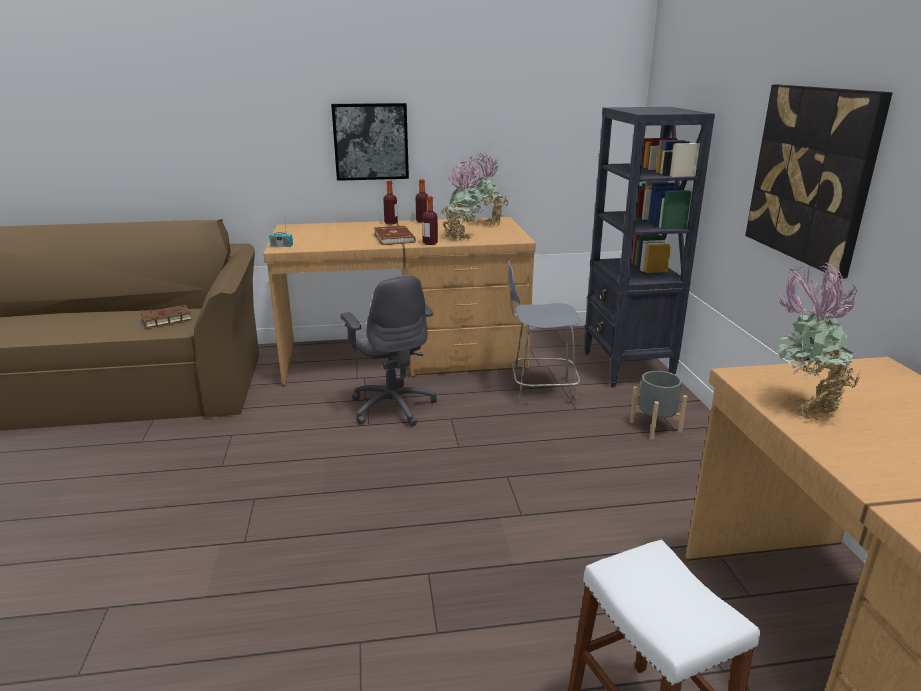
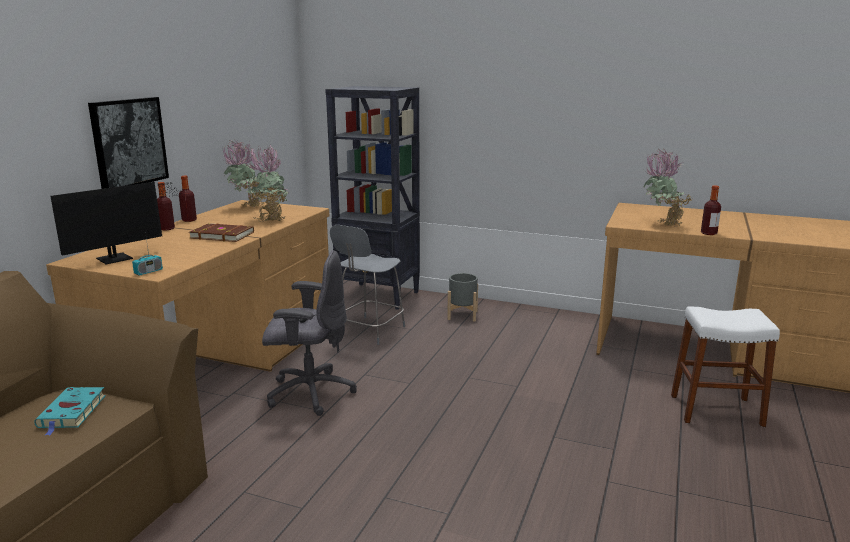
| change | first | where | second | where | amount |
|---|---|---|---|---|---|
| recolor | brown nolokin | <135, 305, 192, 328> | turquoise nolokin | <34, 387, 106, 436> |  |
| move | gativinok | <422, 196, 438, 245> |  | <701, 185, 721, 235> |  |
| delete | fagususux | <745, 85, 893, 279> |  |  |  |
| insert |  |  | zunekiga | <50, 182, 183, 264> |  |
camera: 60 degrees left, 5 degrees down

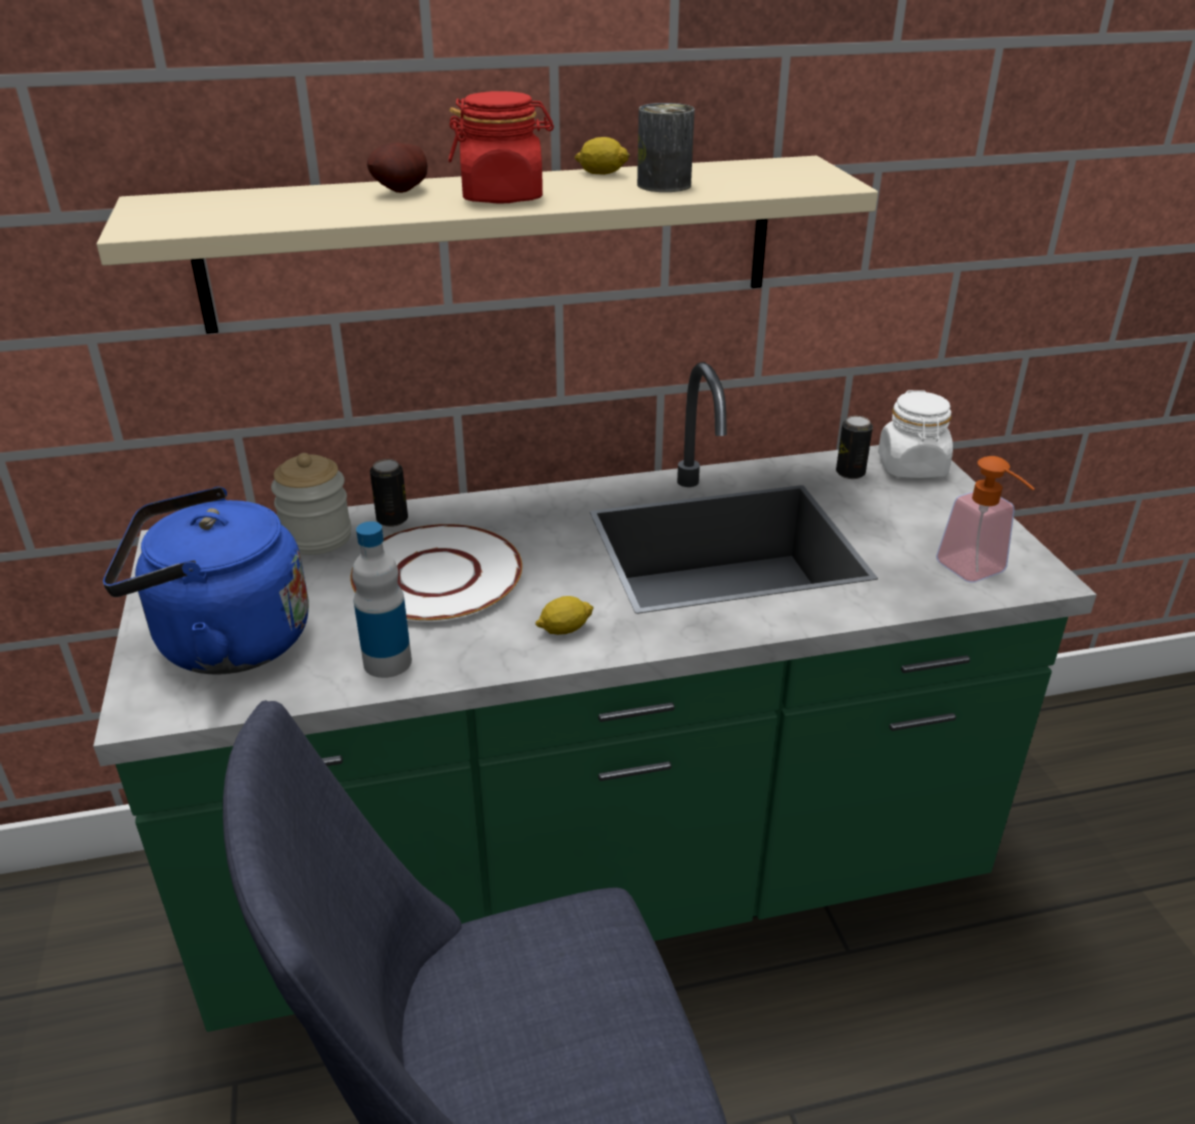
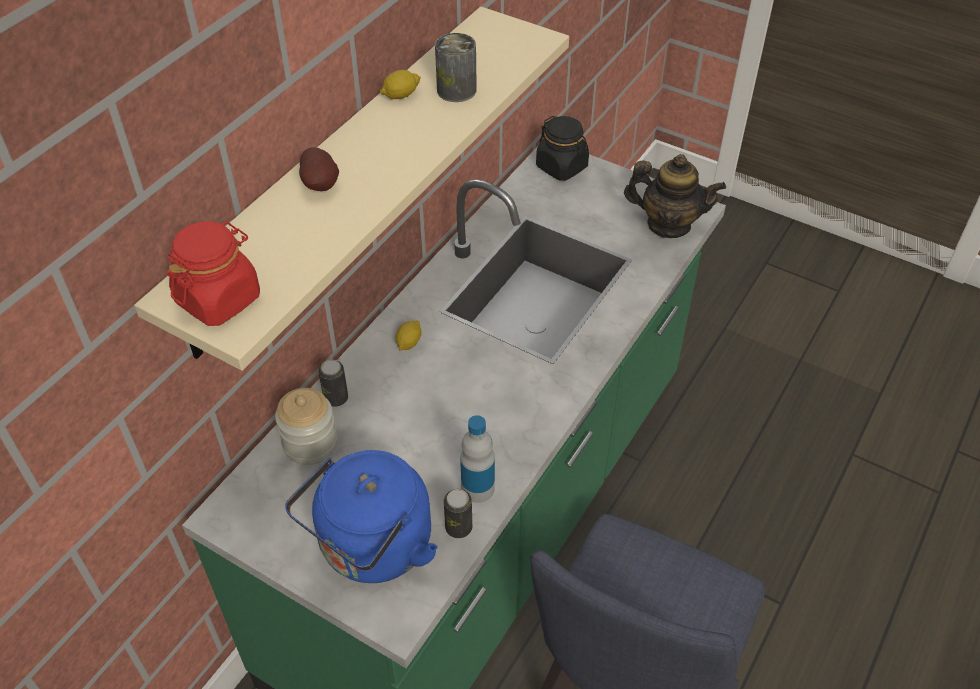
| change | first | where | second | where | amount |
|---|---|---|---|---|---|
| delete | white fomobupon | <351, 524, 522, 622> |  |  |  |
| move | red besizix | <449, 91, 554, 204> |  | <167, 221, 260, 326> |  |
| move | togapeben | <535, 596, 594, 635> |  | <395, 320, 421, 350> |  |
| move | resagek | <836, 416, 873, 479> |  | <444, 489, 472, 538> |  |
| recolor | white besizix | <878, 390, 953, 479> | black besizix | <536, 116, 589, 181> |  |
| replace | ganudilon | <936, 456, 1035, 583> | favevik | <624, 154, 726, 238> |  |
camera: 45 degrees left, 15 degrees up

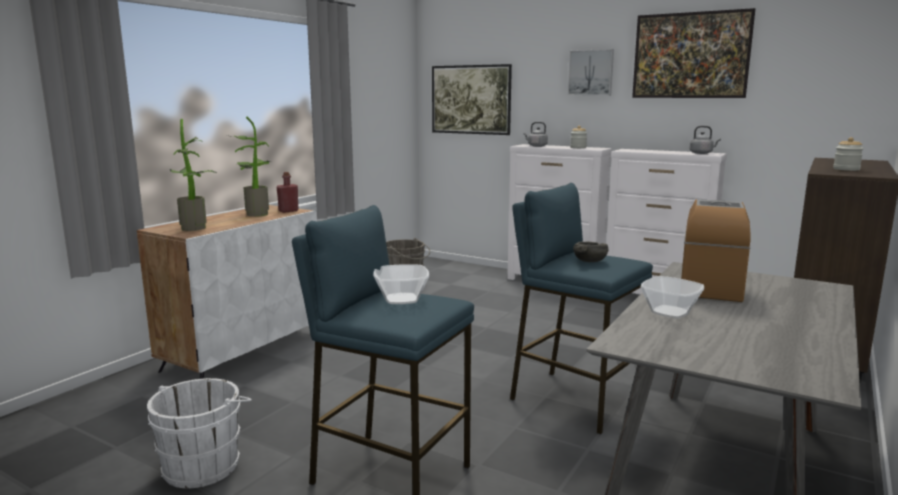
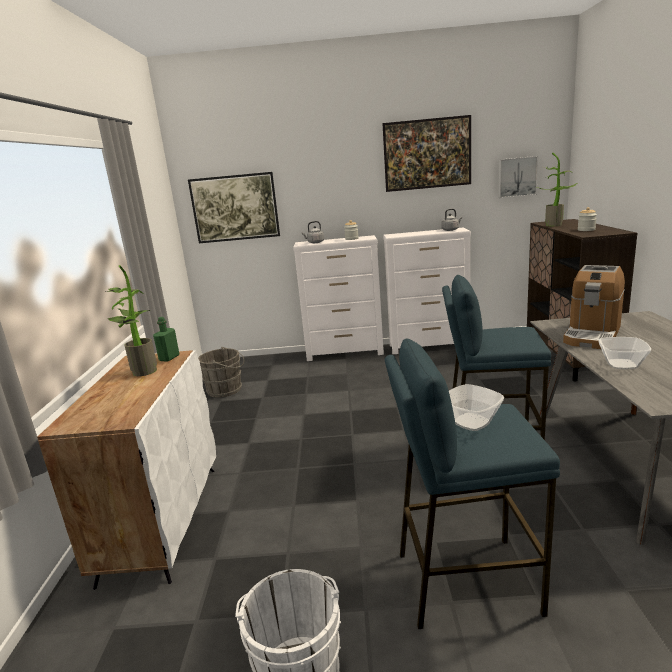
| change | first | where | second | where | amount |
|---|---|---|---|---|---|
| move | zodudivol | <170, 119, 217, 231> |  | <537, 153, 577, 226> |  |
| recolor | red gativinok | <277, 172, 299, 213> | green gativinok | <153, 317, 179, 362> |  |
| move | fagususux | <568, 49, 614, 95> |  | <498, 156, 538, 198> |  |
| delete | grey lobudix | <573, 242, 609, 262> |  |  |  |
| rotate | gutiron | <681, 199, 751, 302> |  | <563, 265, 625, 349> | 135 degrees counterclockwise |
camera: 30 degrees left, 5 degrees up

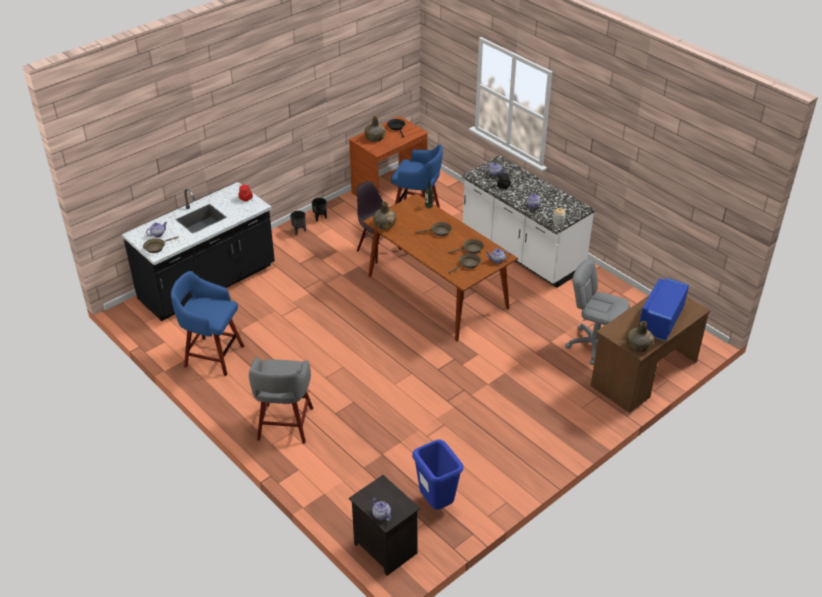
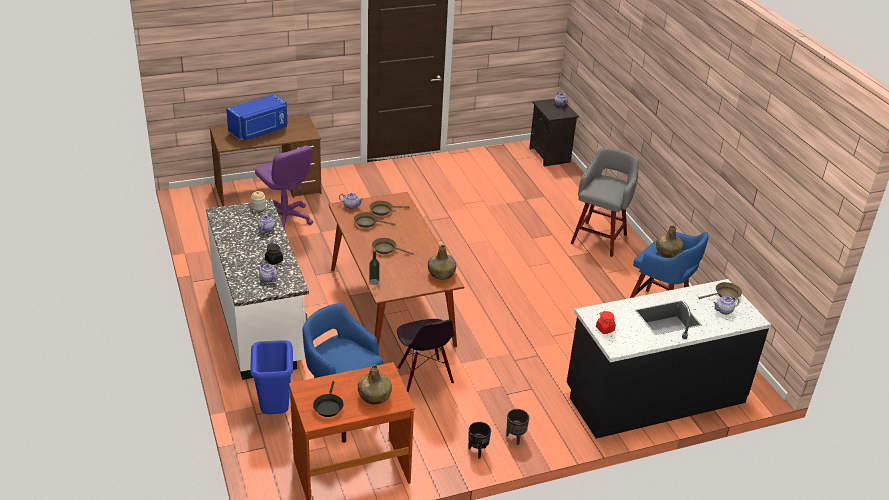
| change | first | where | second | where | amount |
|---|---|---|---|---|---|
| move | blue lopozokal | <412, 439, 464, 510> |  | <250, 340, 293, 414> |  |
| recolor | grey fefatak | <565, 260, 630, 365> | purple fefatak | <255, 145, 313, 232> |  |
| move | green gativinok | <627, 321, 654, 352> |  | <656, 225, 684, 258> |  |
camera: 160 degrees left, 5 degrees down

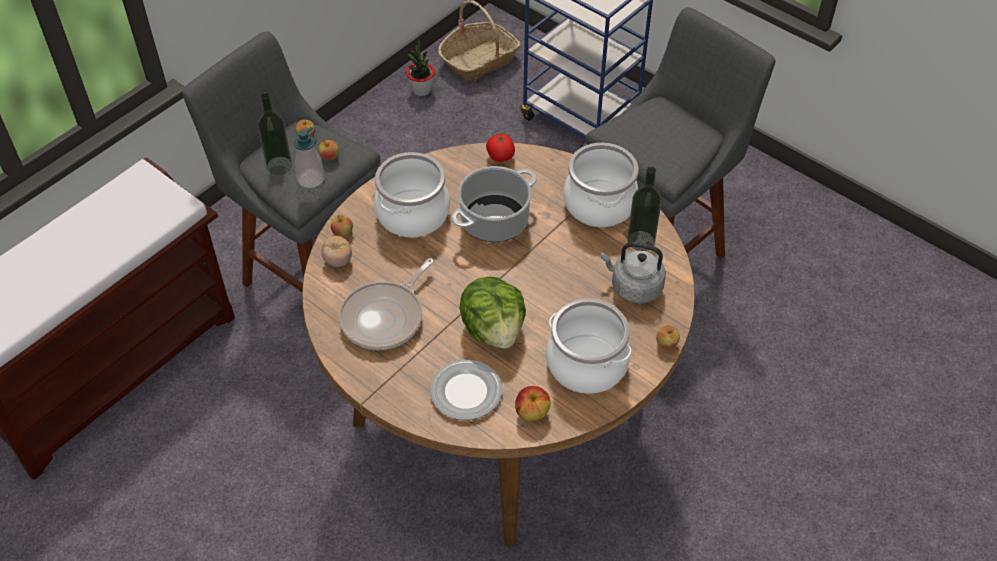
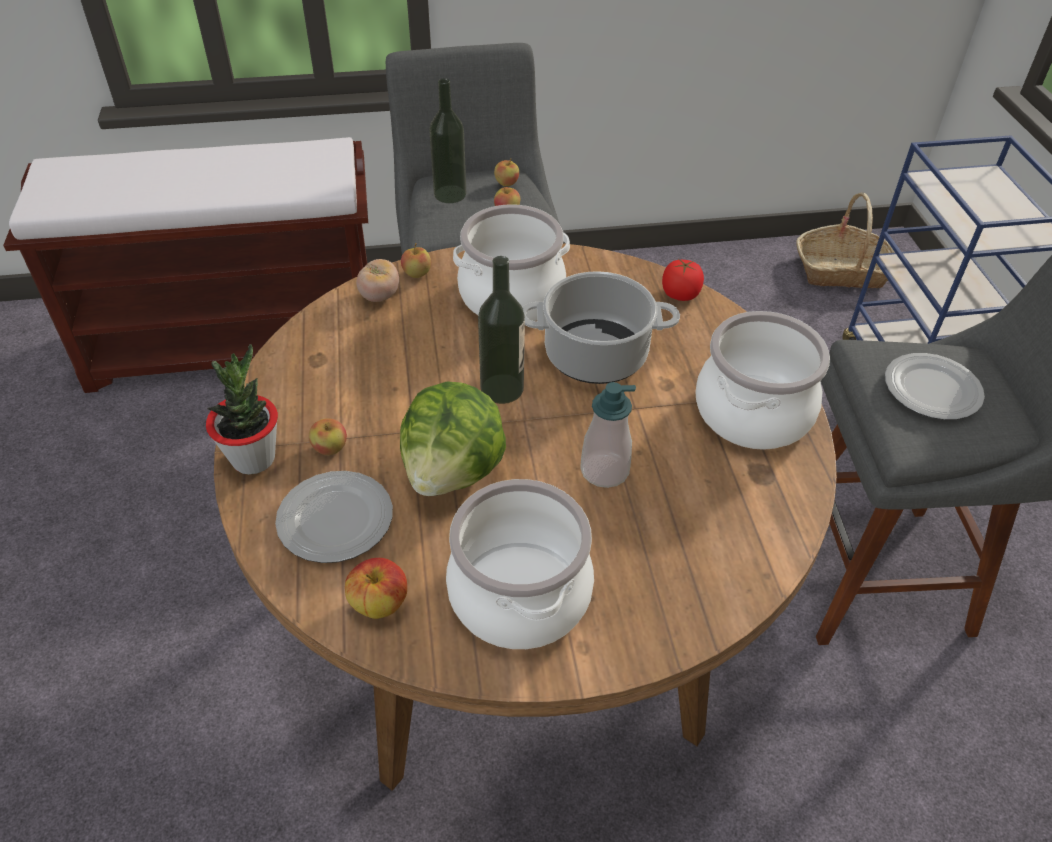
| change | first | where | second | where | amount |
|---|---|---|---|---|---|
| move | ganudilon | <294, 127, 324, 188> |  | <580, 382, 636, 488> |  |
| delete | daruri | <339, 258, 434, 350> |  |  |  |
| move | zodudivol | <406, 38, 435, 96> |  | <206, 344, 278, 474> |  |
| delete | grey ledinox | <601, 242, 666, 304> |  |  |  |
| move | gativinok | <627, 167, 662, 251> |  | <478, 256, 525, 404> |  |
| move | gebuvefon | <656, 325, 680, 349> |  | <309, 418, 347, 455> |  |
| insert |  |  | fomobupon | <885, 353, 985, 420> |  |
camera: 40 degrees right, 5 degrees down

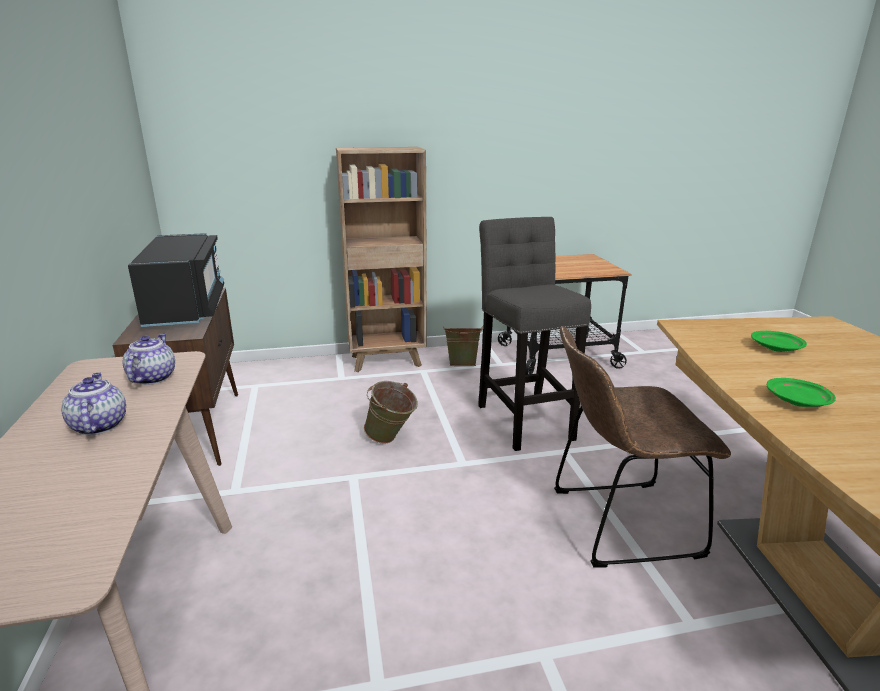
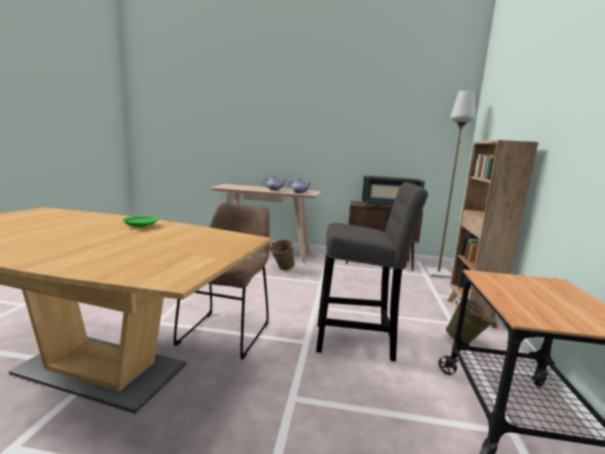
| change | first | where | second | where | amount |
|---|---|---|---|---|---|
| move | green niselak | <364, 381, 418, 444> |  | <270, 239, 295, 270> |  |
| delete | green fomobupon | <751, 331, 807, 352> |  |  |  |
| insert |  |  | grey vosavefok | <425, 91, 475, 279> |  |
camera: 110 degrees right, 10 degrees down

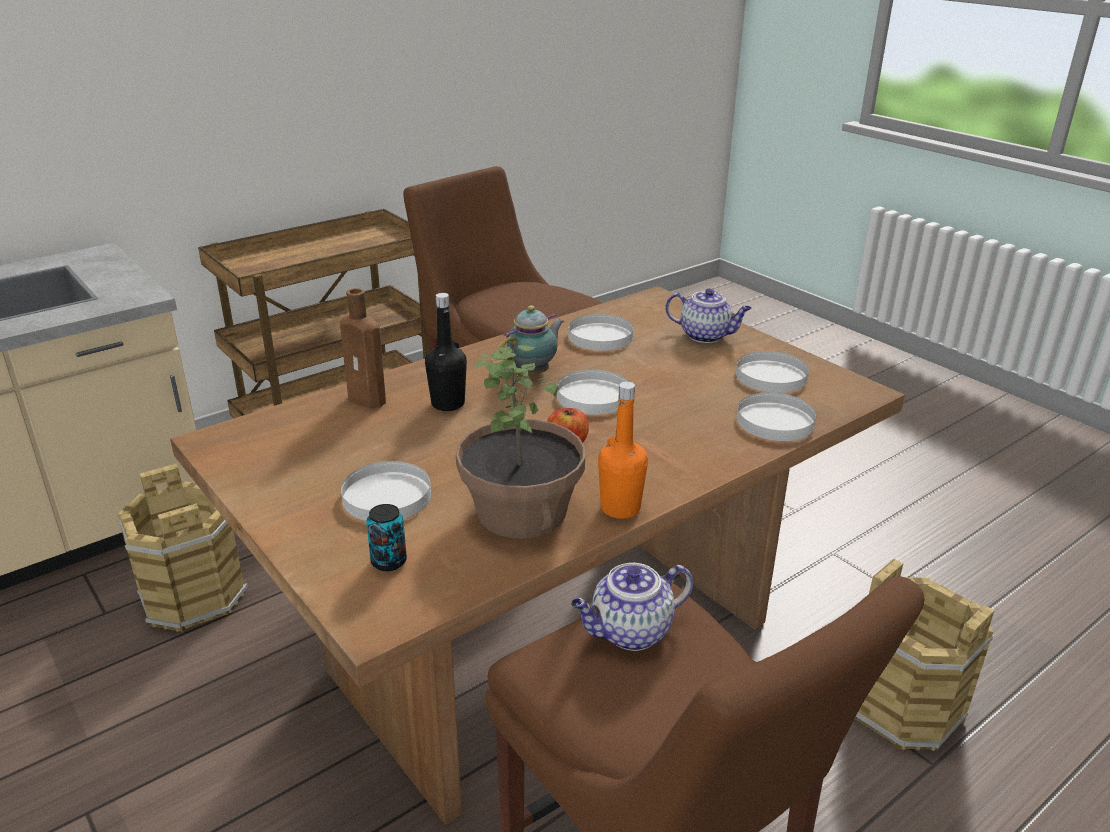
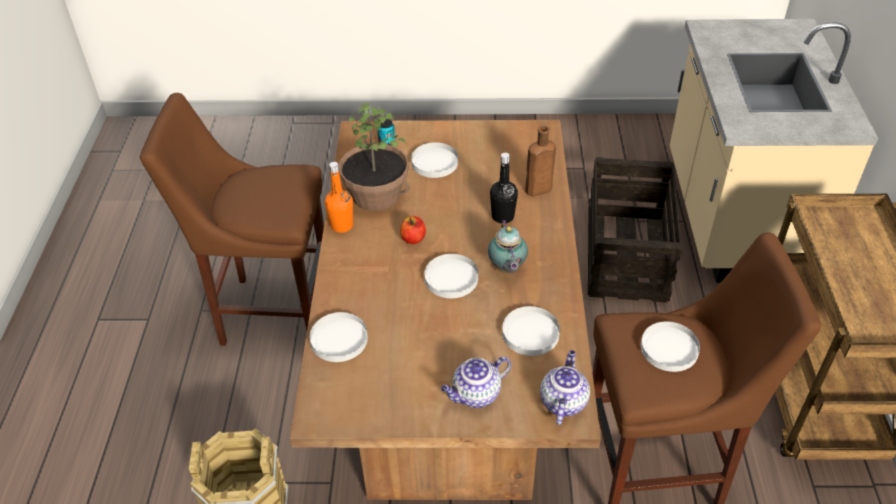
| change | first | where | second | where | amount |
|---|---|---|---|---|---|
| replace | brown niselak | <117, 464, 248, 632> | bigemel | <588, 157, 682, 303> |  |
| move | favevik | <571, 563, 693, 651> |  | <540, 350, 590, 425> |  |
| move | white fomobupon | <736, 351, 809, 393> |  | <641, 321, 700, 372> |  |
camera: 130 degrees right, 15 degrees up

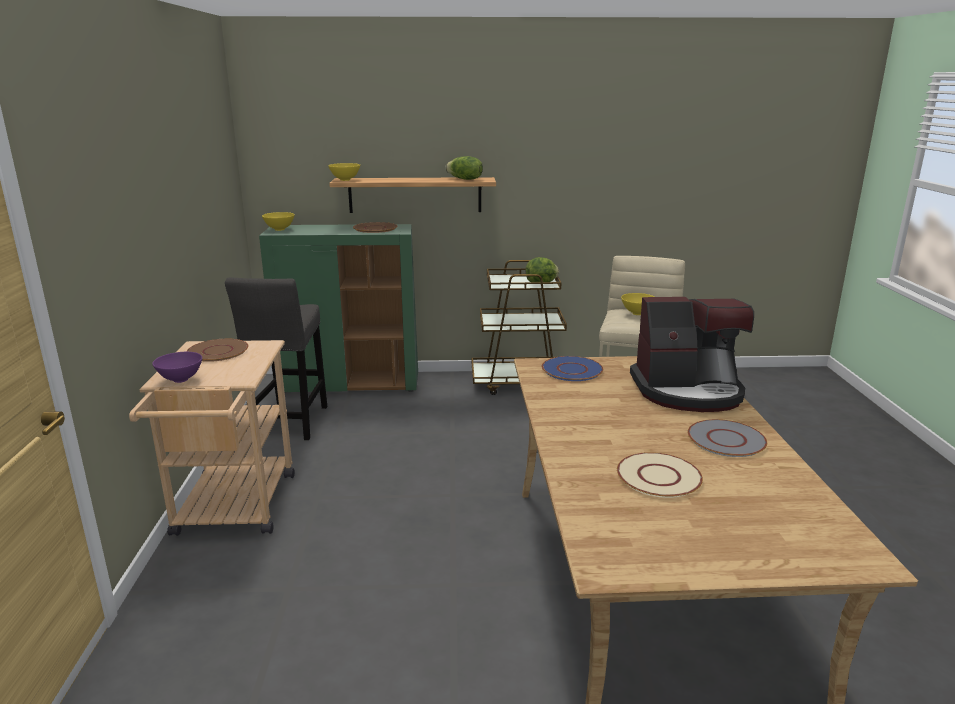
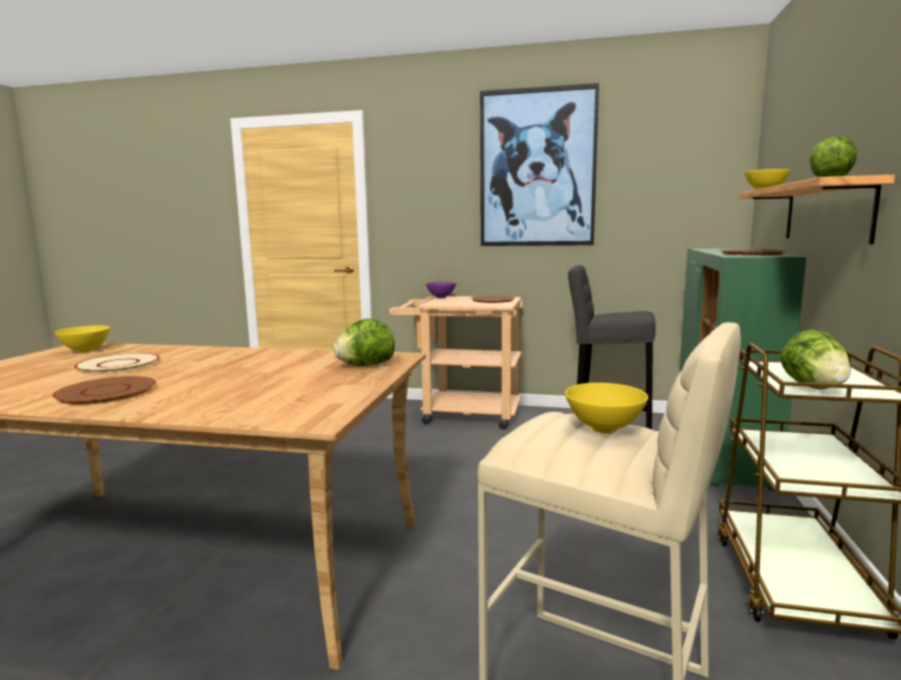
| change | first | where | second | where | amount |
|---|---|---|---|---|---|
| move | yellow lobudix | <262, 212, 295, 231> |  | <55, 325, 110, 353> |  |
| replace | blue fomobupon | <542, 356, 603, 381> | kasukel | <334, 318, 395, 366> |  |
| delete | gutiron | <630, 297, 754, 412> |  |  |  |
| recolor | grey fomobupon | <688, 419, 767, 457> | brown fomobupon | <52, 376, 156, 404> |  |
| insert |  |  | fagususux | <480, 83, 599, 246> |  |
camera: 105 degrees right, 10 degrees down

